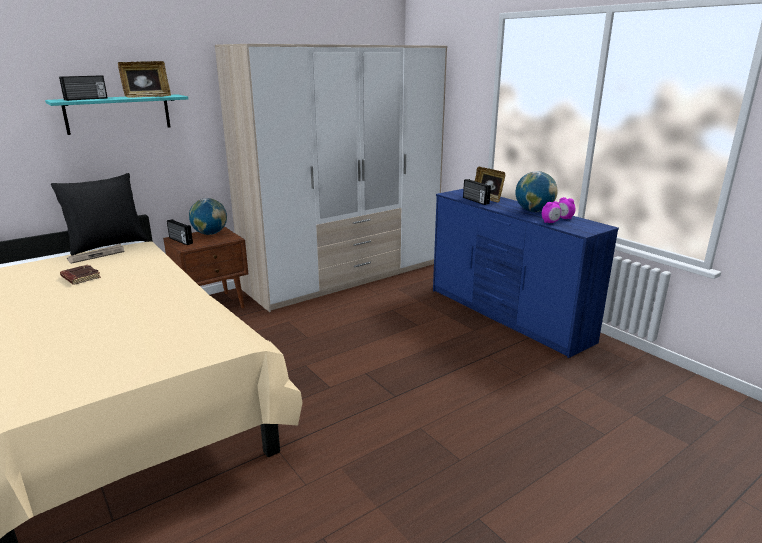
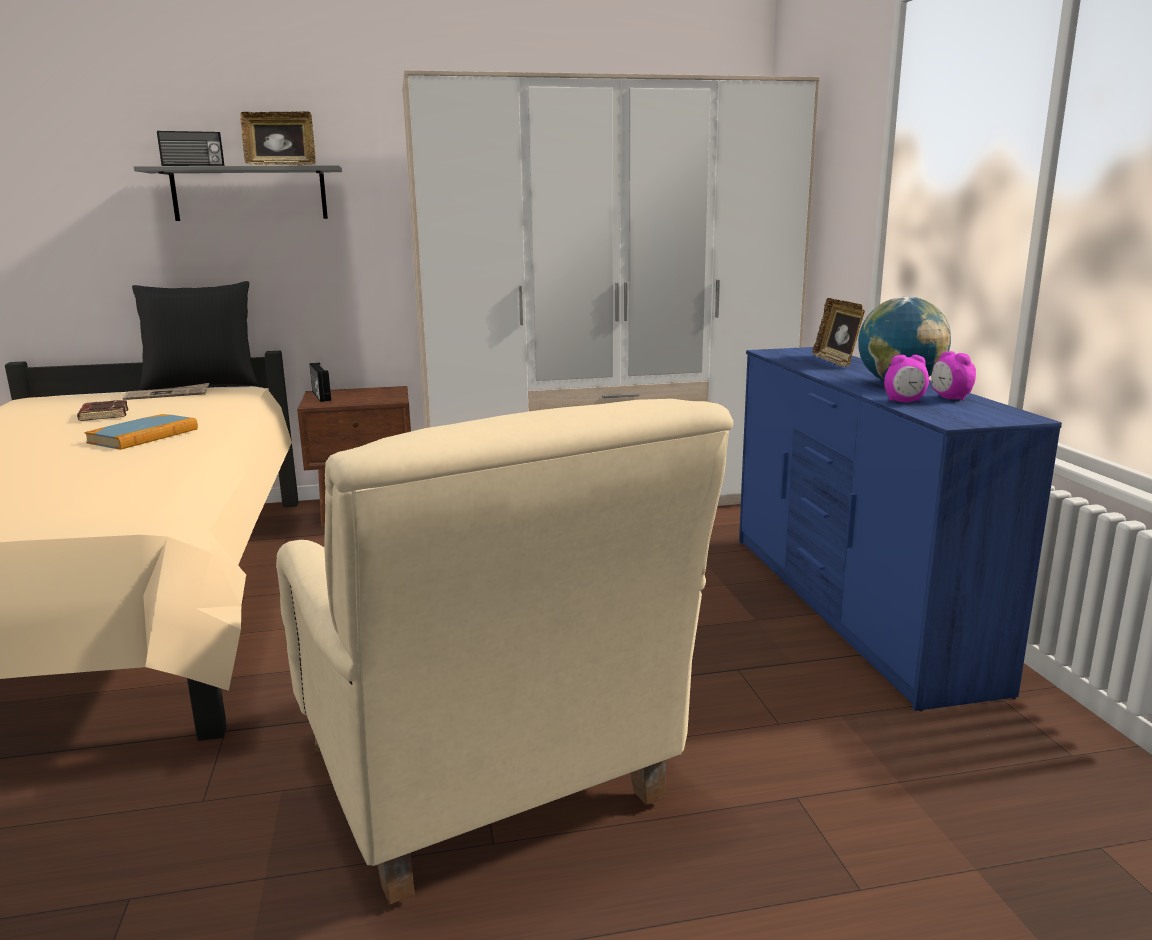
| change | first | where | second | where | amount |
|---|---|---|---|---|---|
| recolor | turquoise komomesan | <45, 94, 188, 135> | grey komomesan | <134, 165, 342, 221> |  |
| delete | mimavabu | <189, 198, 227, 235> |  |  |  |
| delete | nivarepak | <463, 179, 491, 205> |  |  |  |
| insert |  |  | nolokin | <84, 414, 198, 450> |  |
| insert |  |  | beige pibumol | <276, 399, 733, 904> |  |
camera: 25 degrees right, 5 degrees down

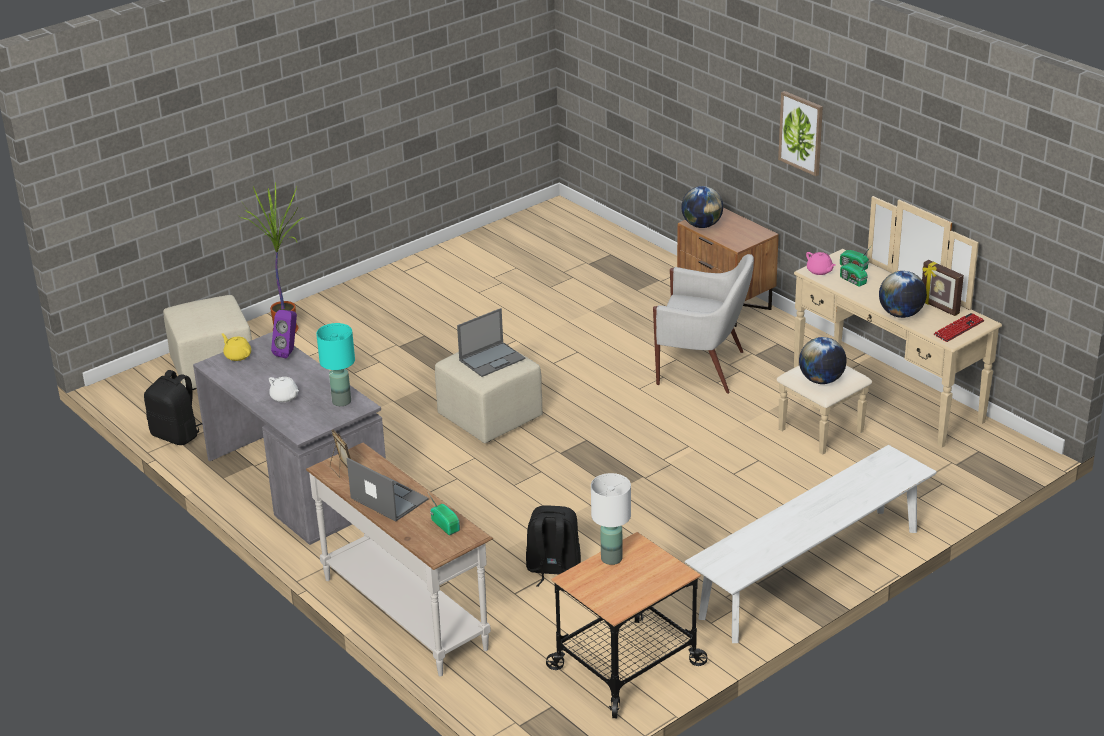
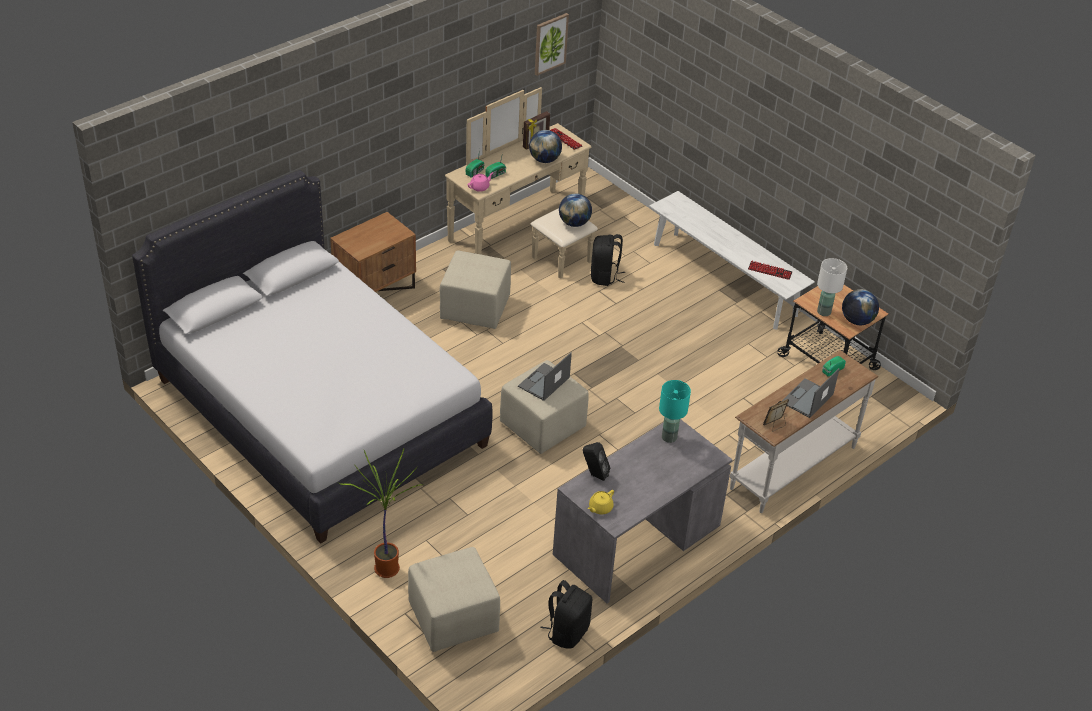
| change | first | where | second | where | amount |
|---|---|---|---|---|---|
| delete | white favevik | <269, 377, 299, 402> |  |  |  |
| recolor | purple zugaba | <271, 310, 297, 358> | black zugaba | <583, 442, 610, 481> |  |
| rotate | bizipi | <457, 308, 525, 377> |  | <518, 352, 572, 401> | 105 degrees counterclockwise |
| move | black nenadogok | <526, 505, 581, 587> |  | <591, 234, 625, 286> |  |
| replace | white pibumol | <653, 254, 754, 394> | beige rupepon | <440, 251, 511, 329> |  |
| move | mimavabu | <681, 186, 723, 228> |  | <842, 289, 879, 325> |  |
| move | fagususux | <778, 91, 823, 176> |  | <535, 13, 569, 76> |  |
| insert |  |  | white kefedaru | <132, 170, 492, 544> |  |
| insert |  |  | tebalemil | <748, 261, 792, 280> |  |
camera: 95 degrees left, 10 degrees up

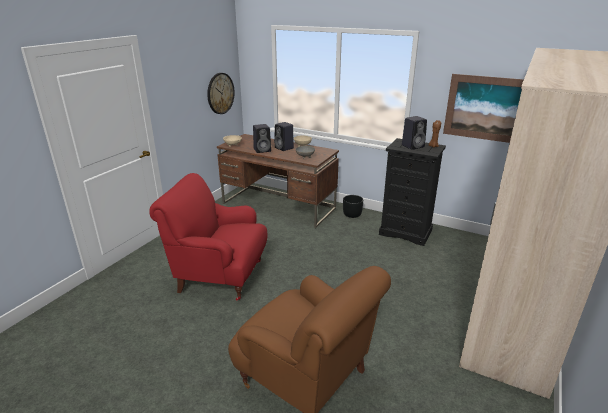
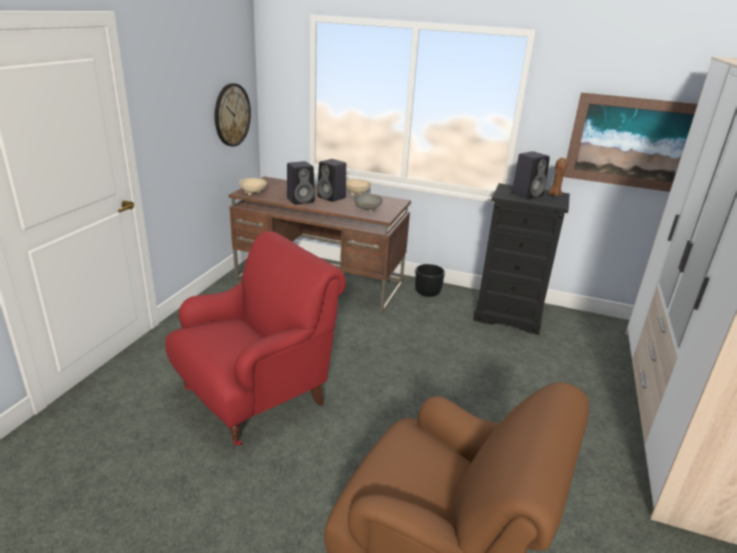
| change | first | where | second | where | amount |
|---|---|---|---|---|---|
| rotate | red pibumol | <149, 173, 267, 300> |  | <165, 231, 346, 445> | 135 degrees clockwise |
camera: 10 degrees left, 0 degrees up

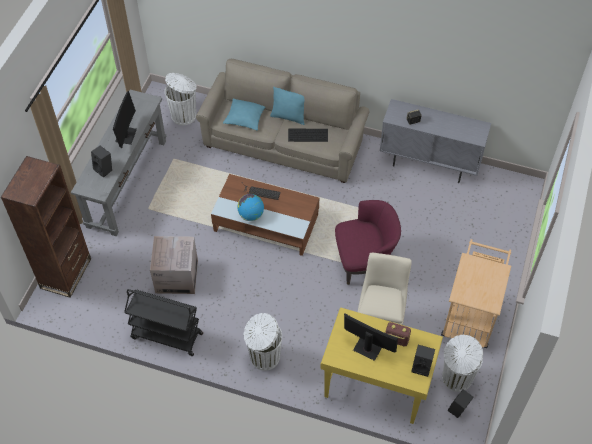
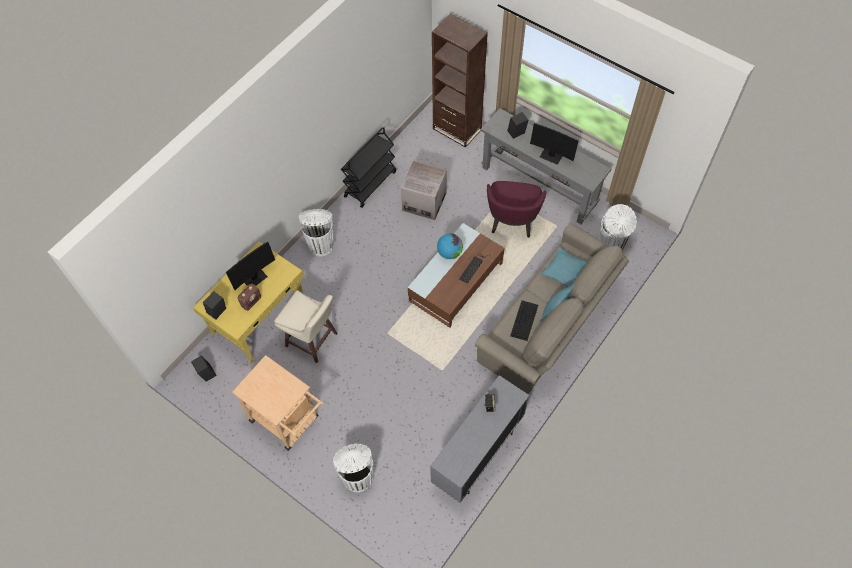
| change | first | where | second | where | amount |
|---|---|---|---|---|---|
| move | purple pibumol | <335, 200, 401, 285> |  | <487, 181, 546, 238> |  |
| move | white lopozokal | <442, 335, 483, 392> |  | <333, 443, 373, 493> |  |
camera: 110 degrees right, 5 degrees up

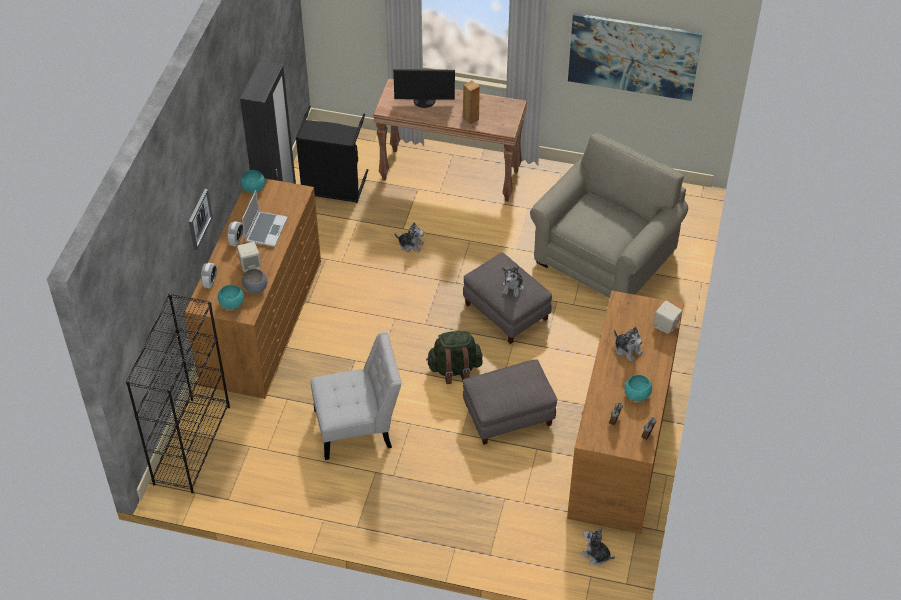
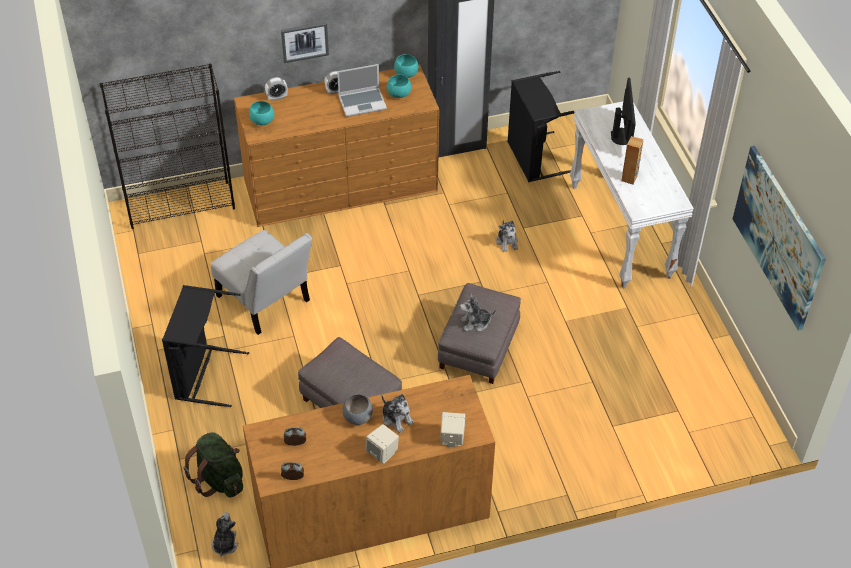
| change | first | where | second | where | amount |
|---|---|---|---|---|---|
| move | beige zugaba | <237, 242, 261, 272> |  | <366, 424, 399, 464> |  |
| move | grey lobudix | <242, 269, 267, 294> |  | <342, 394, 373, 425> |  |
| recolor | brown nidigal | <373, 78, 527, 202> | white nidigal | <570, 101, 694, 289> |  |
| rotate | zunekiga | <393, 69, 455, 108> |  | <611, 77, 636, 145> | 150 degrees counterclockwise |
| move | green nenadogok | <426, 331, 483, 384> |  | <184, 432, 243, 498> |  |
| delete | beige pibumol | <530, 133, 688, 299> |  |  |  |
| rotate | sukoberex | <614, 327, 643, 362> |  | <382, 394, 414, 433> | 60 degrees counterclockwise |
| move | turquoise lobudix | <624, 375, 652, 401> |  | <387, 75, 411, 98> |  |
| insert |  |  | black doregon | <162, 285, 249, 407> |  |
camera: 60 degrees right, 0 degrees up

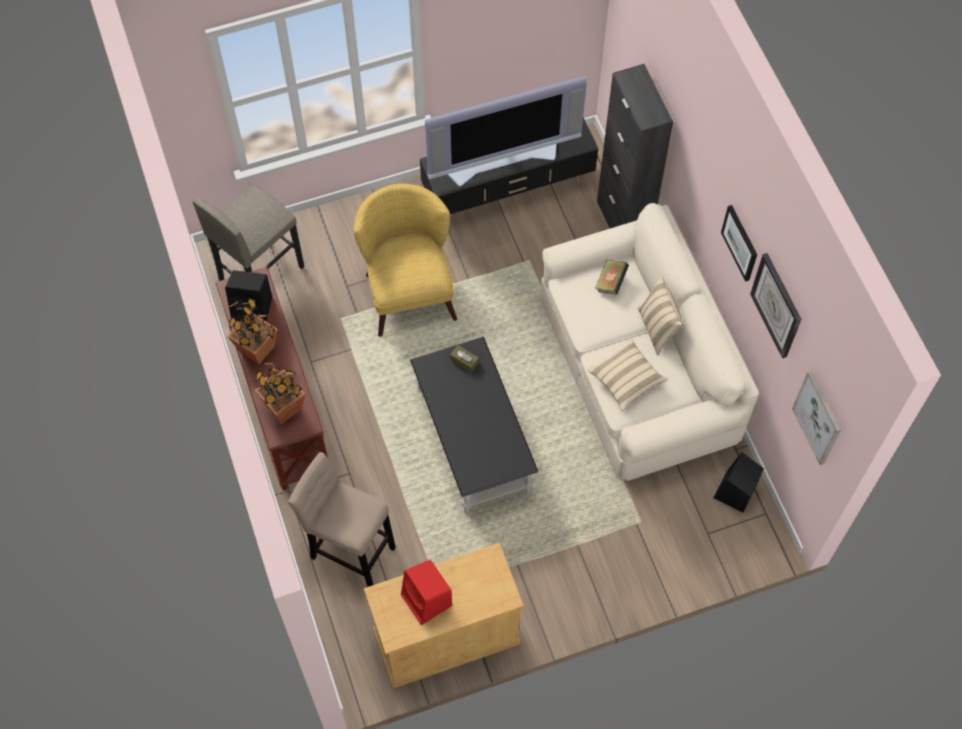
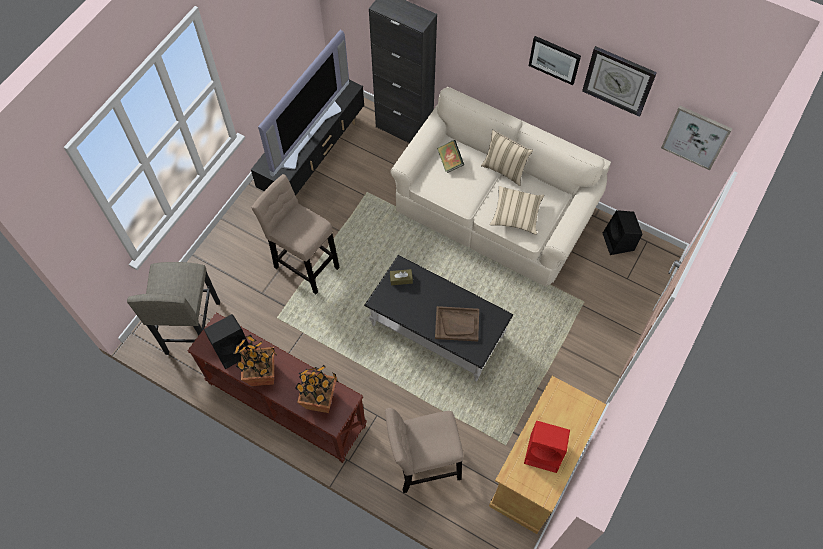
| change | first | where | second | where | amount |
|---|---|---|---|---|---|
| replace | yellow pibumol | <354, 184, 457, 337> | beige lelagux | <251, 174, 340, 294> |  |
| insert |  |  | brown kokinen | <435, 306, 479, 342> |  |
camera: 40 degrees left, 0 degrees up

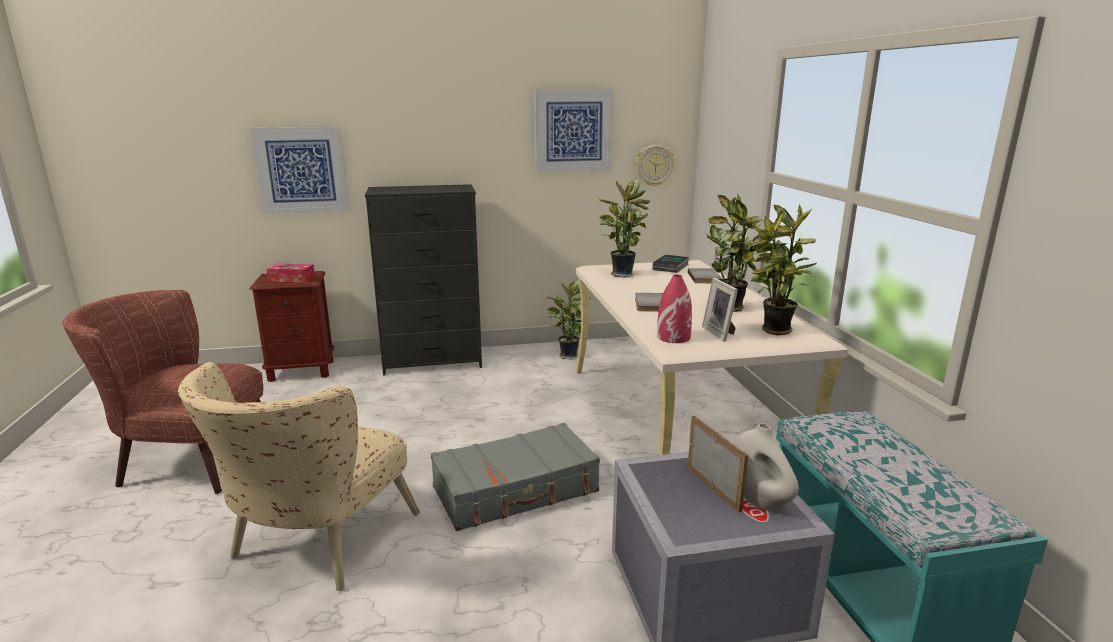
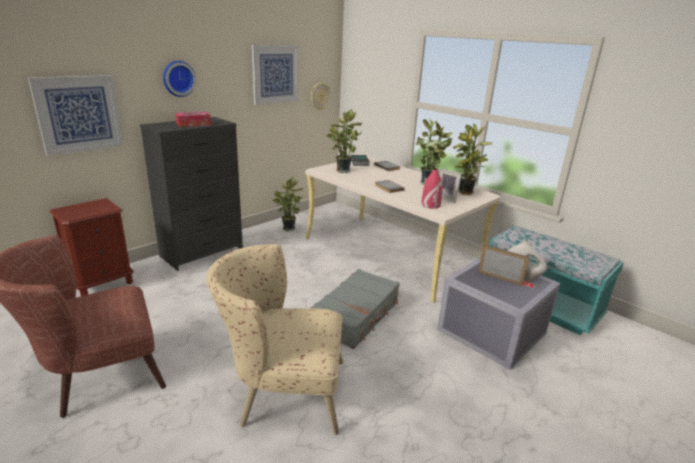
| change | first | where | second | where | amount |
|---|---|---|---|---|---|
| rotate | beige pibumol | <178, 362, 420, 591> |  | <206, 244, 343, 435> | 105 degrees clockwise |
| move | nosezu | <266, 264, 315, 283> |  | <175, 112, 211, 127> |  |
| insert |  |  | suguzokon | <163, 61, 196, 97> |  |
camera: 35 degrees left, 5 degrees up

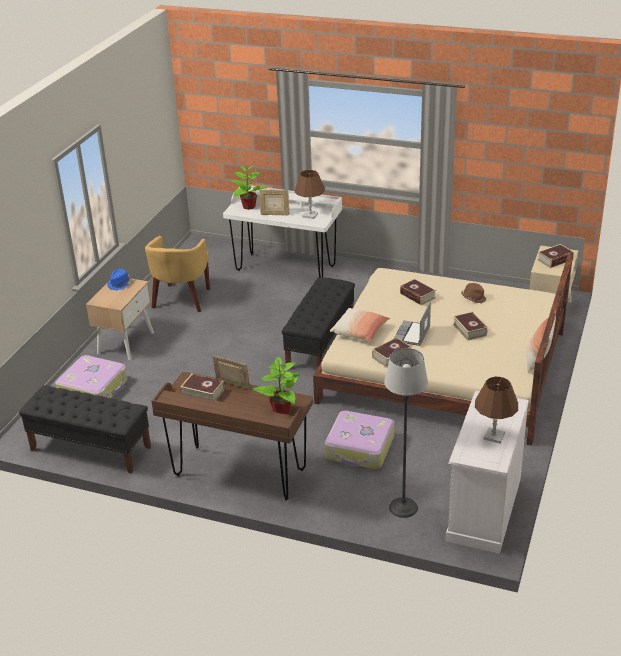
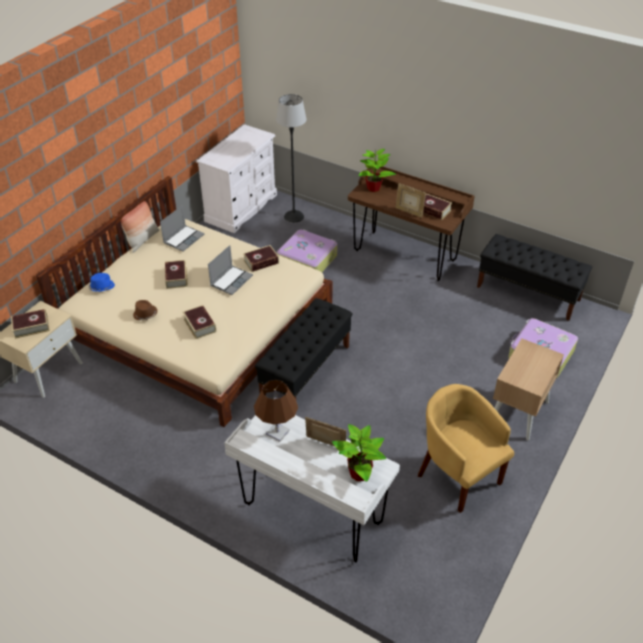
| change | first | where | second | where | amount |
|---|---|---|---|---|---|
| move | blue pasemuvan | <107, 269, 131, 290> |  | <89, 273, 115, 292> |  |
| rotate | yellow pibumol | <145, 236, 210, 312> |  | <418, 384, 514, 513> | 60 degrees counterclockwise |
| delete | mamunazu | <330, 308, 390, 341> |  |  |  |
| delete | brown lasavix | <475, 377, 518, 444> |  |  |  |
| insert |  |  | bizipi | <160, 205, 204, 252> |  |
camera: 170 degrees left, 10 degrees up

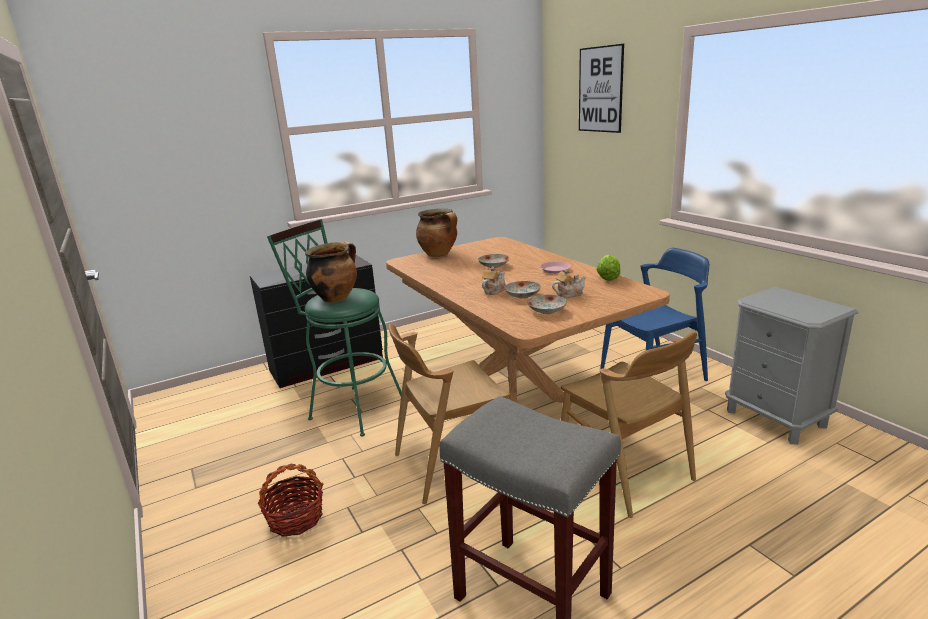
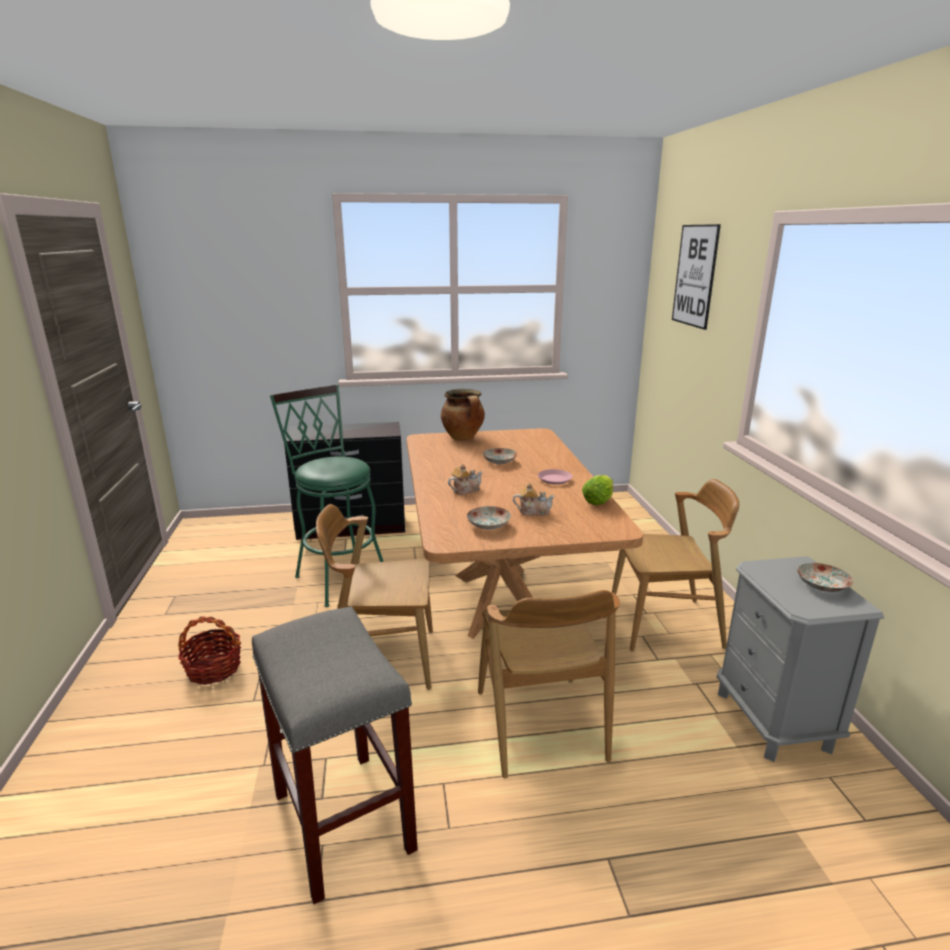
| change | first | where | second | where | amount |
|---|---|---|---|---|---|
| delete | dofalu | <305, 241, 357, 303> |  |  |  |
| move | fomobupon | <504, 281, 541, 298> |  | <797, 563, 854, 592> |  |
| recolor | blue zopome | <600, 248, 709, 381> | brown zopome | <612, 479, 739, 651> |  |
camera: 20 degrees right, 0 degrees up

